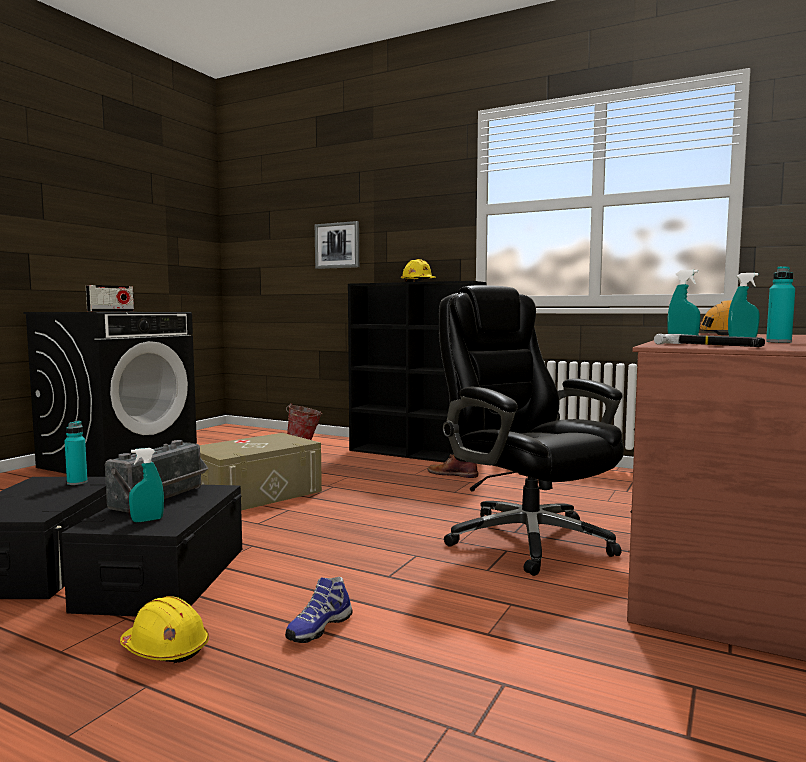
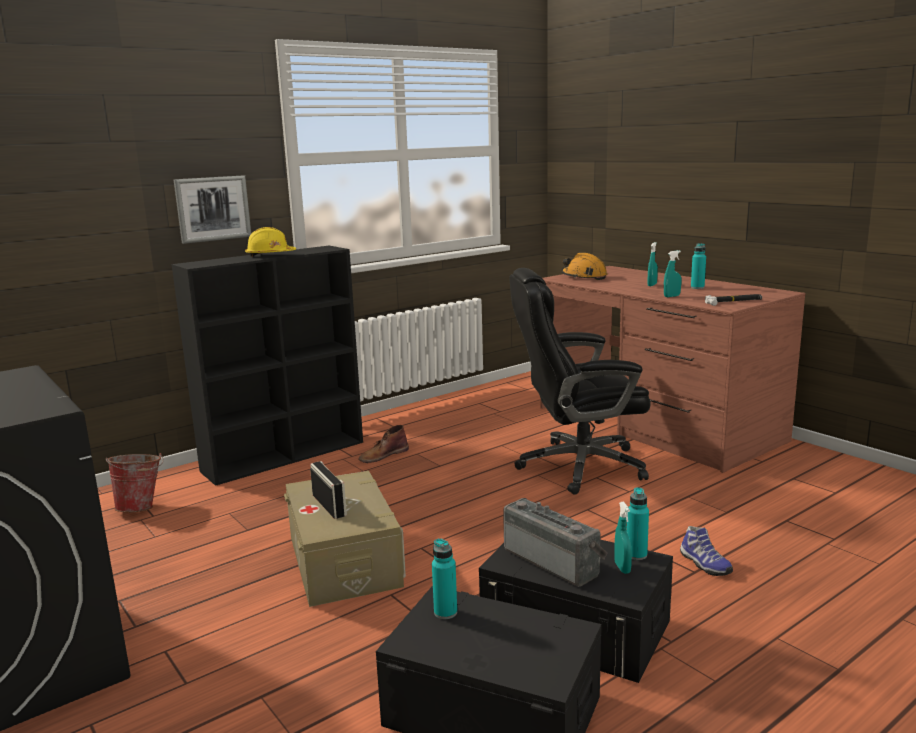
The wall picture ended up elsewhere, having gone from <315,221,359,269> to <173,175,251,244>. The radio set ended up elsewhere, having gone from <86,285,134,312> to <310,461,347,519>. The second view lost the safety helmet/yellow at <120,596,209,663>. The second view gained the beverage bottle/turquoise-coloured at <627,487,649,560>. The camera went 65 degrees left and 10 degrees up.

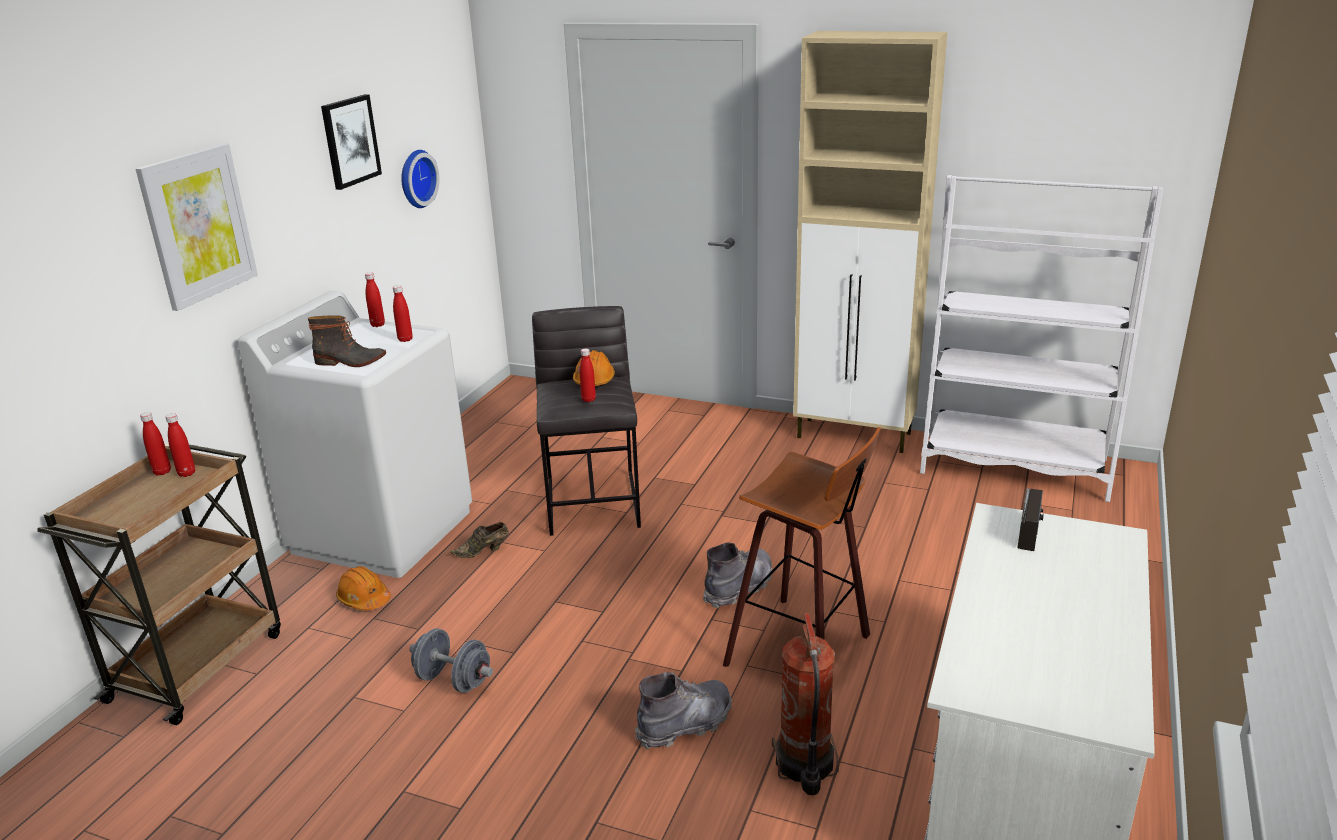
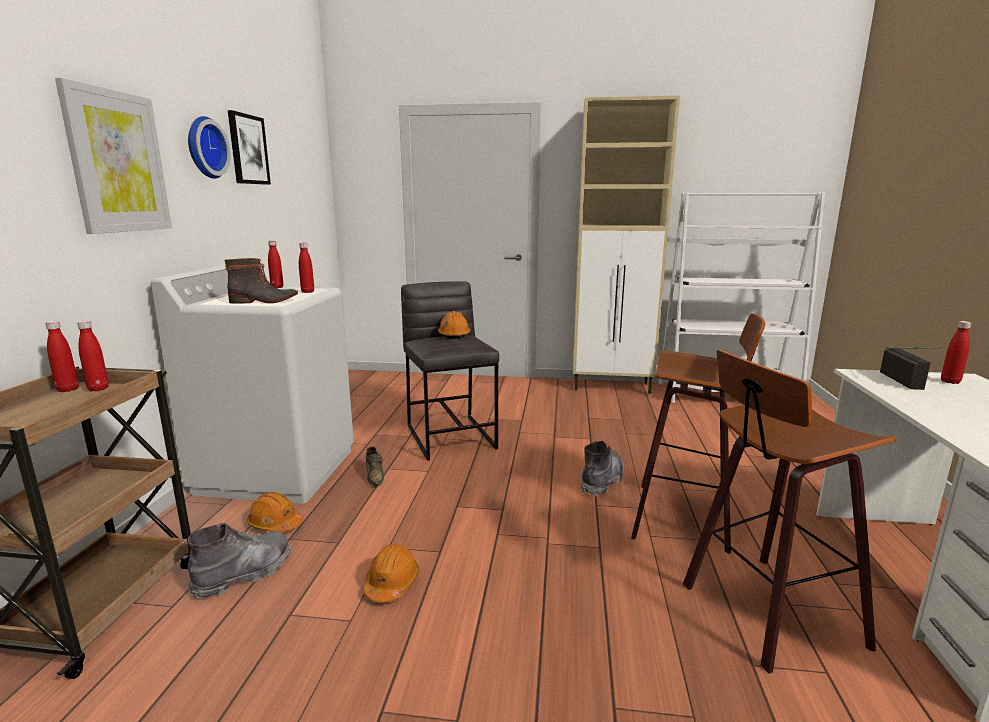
The clock on the wall ended up elsewhere, having gone from <401,150,440,208> to <188,116,230,179>. The beverage bottle/red ended up elsewhere, having gone from <580,348,596,402> to <941,321,971,384>. The shoe/brown-coloured at <450,522,509,558> ended up facing another way, 75 degrees counterclockwise from before. Where the fire-fighting cylinder stood at <772,613,839,795>, the sitting stool came to stand at <683,350,896,674>. Where the free weight/greyish stood at <409,628,493,693>, the safety helmet/orange-coloured came to stand at <363,544,419,602>. The high-top boot/greyish ended up elsewhere, having gone from <635,672,732,750> to <187,523,291,600>. The camera went 15 degrees left and 10 degrees down.

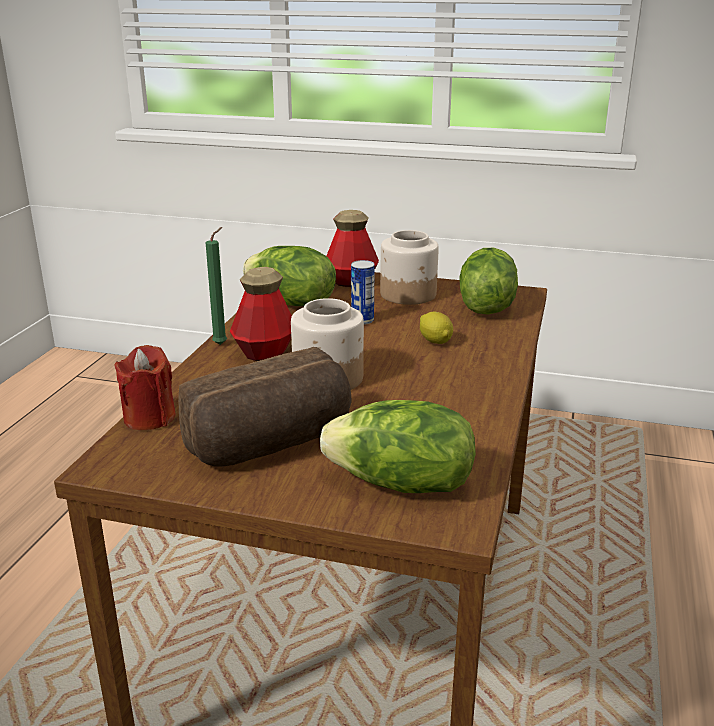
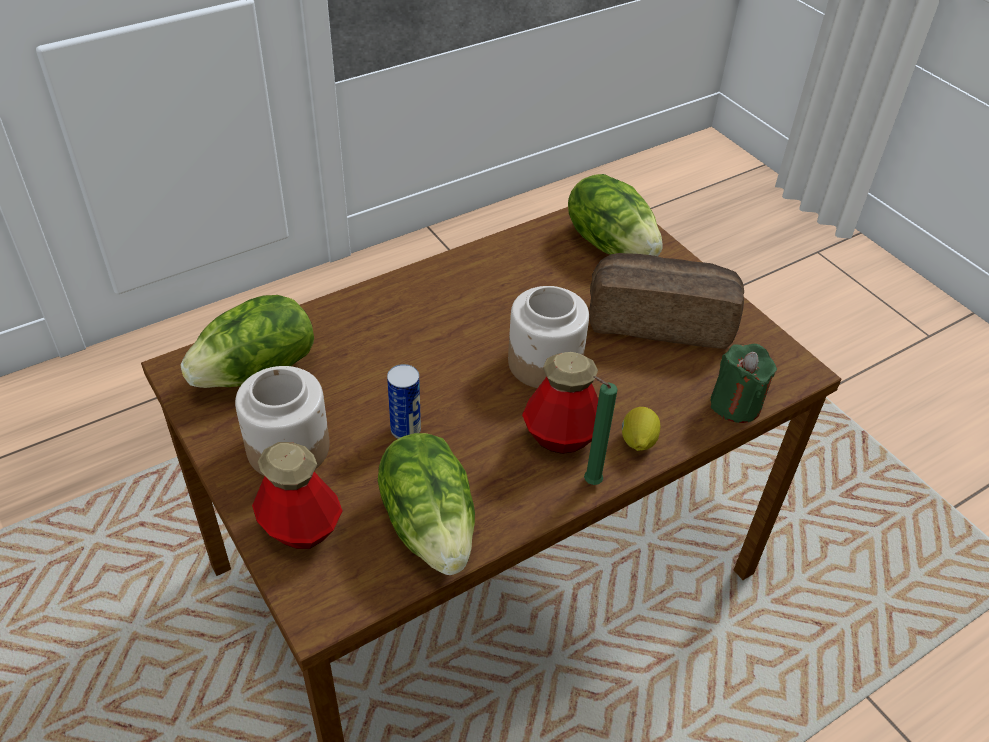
The citrus fruit ended up elsewhere, having gone from <420,312,453,344> to <622,407,660,451>. What was the candle/red at <114,345,176,430> turned into the candle/green at <710,344,777,423>. The camera went 140 degrees left and 20 degrees up.

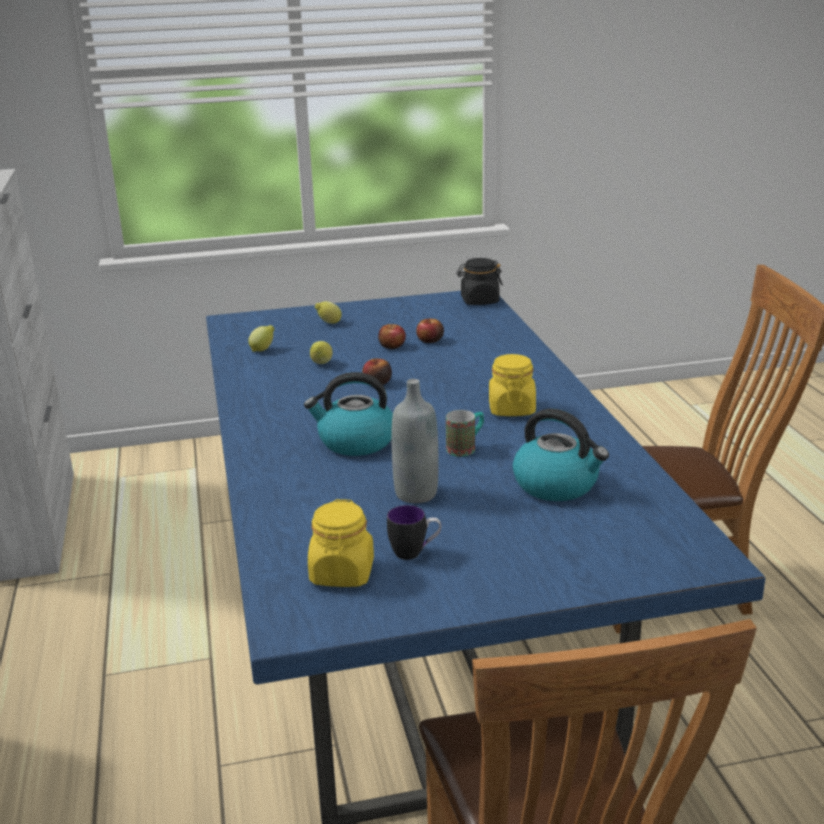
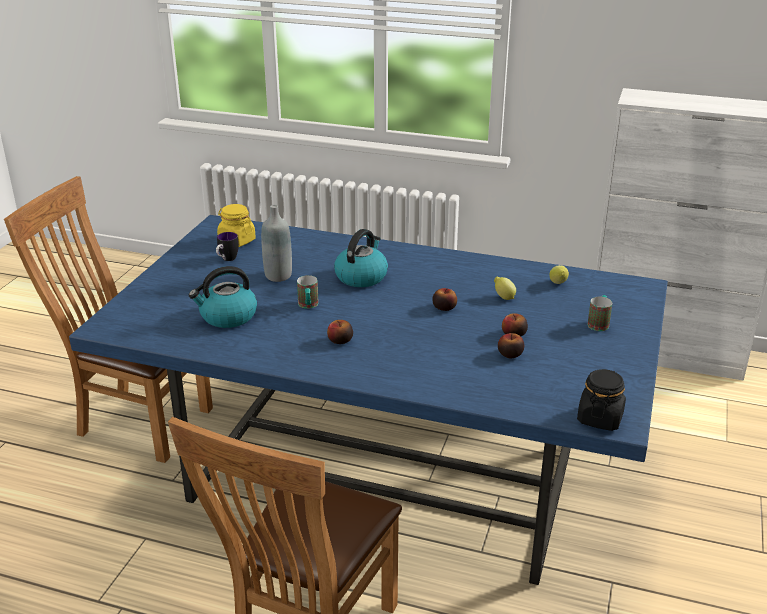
Where the citrus fruit stood at <315,301,342,324>, the coffee mug came to stand at <587,295,612,331>. Where the preserve jar/yellow stood at <489,354,536,416>, the apple came to stand at <327,320,353,344>. The camera went 120 degrees right and 5 degrees up.

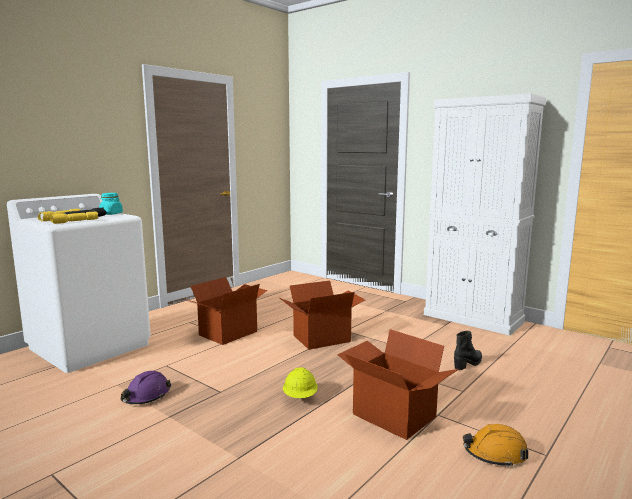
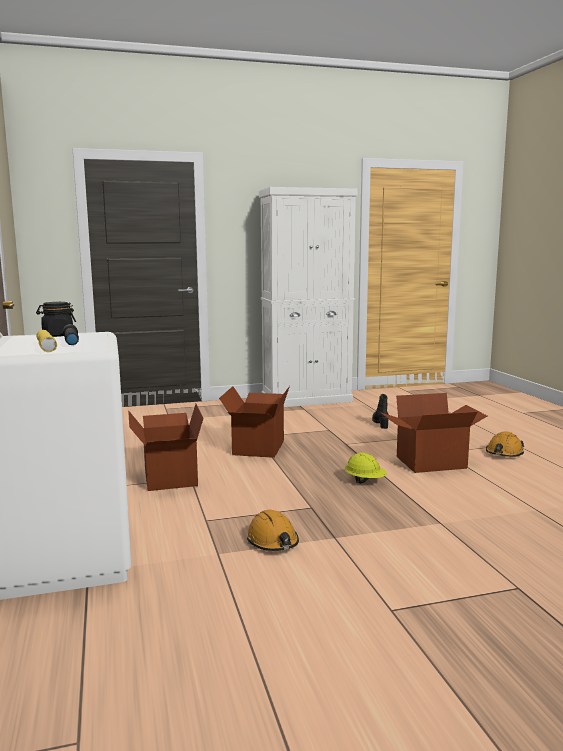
What was the preserve jar/turquoise-coloured at <99,193,123,215> turned into the preserve jar/black at <36,302,76,337>. The second view lost the flashlight/yellow at <50,212,99,224>. What was the safety helmet/purple-coloured at <121,371,171,404> turned into the safety helmet/orange-coloured at <247,510,299,551>. The camera went 55 degrees left and 0 degrees up.

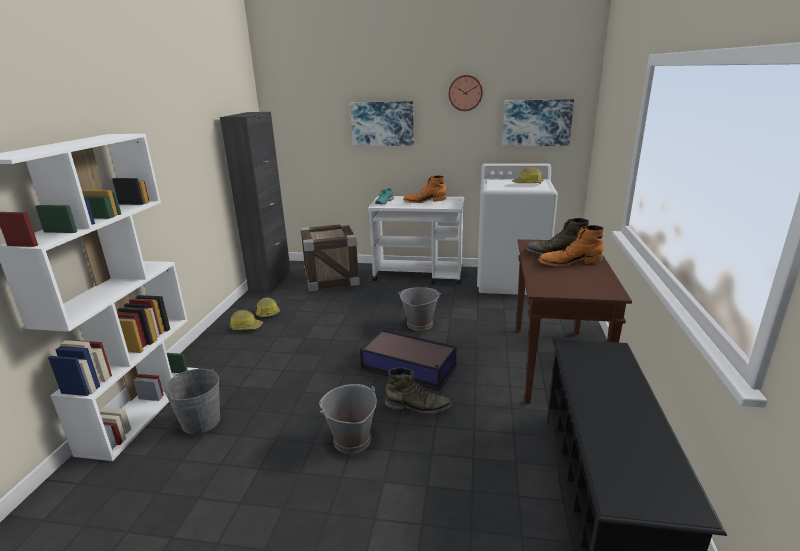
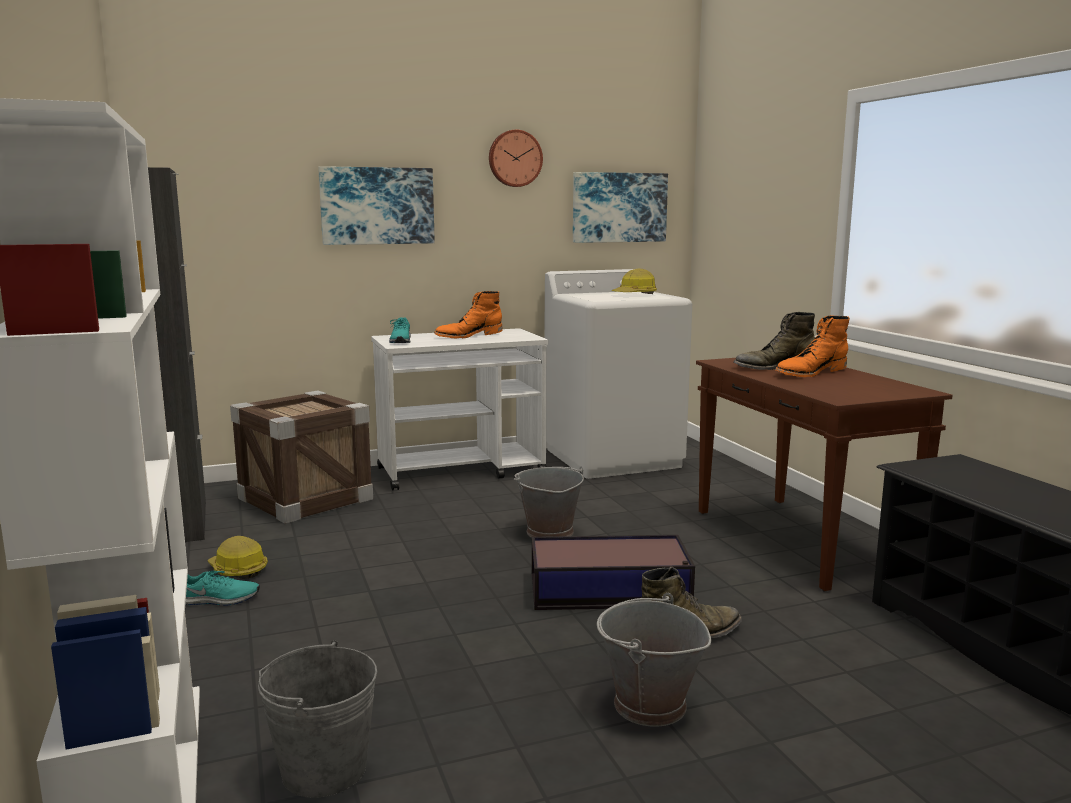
Where the safety helmet stood at <230,310,263,330>, the shoe/turquoise-coloured came to stand at <185,571,260,606>. The camera went 30 degrees left and 10 degrees down.

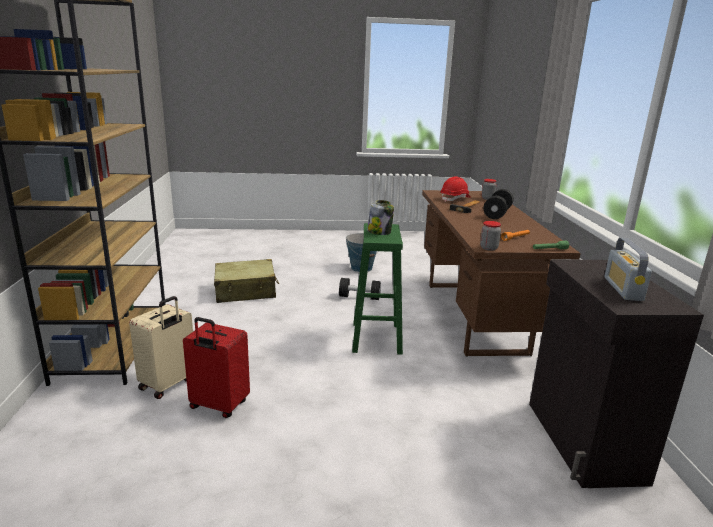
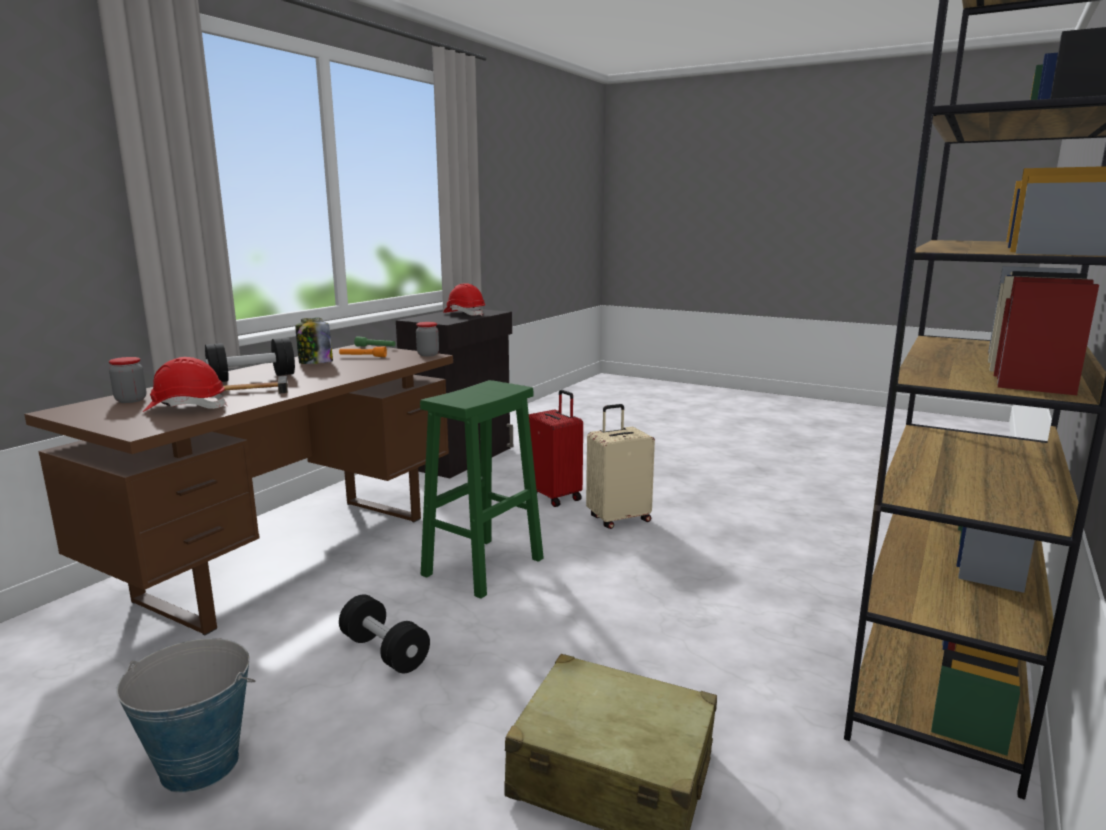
The preserve jar ended up elsewhere, having gone from <367,200,394,235> to <296,318,333,364>. Where the radio set stood at <604,238,652,301>, the safety helmet/red came to stand at <443,283,485,316>. The suitcase/beige ended up elsewhere, having gone from <129,296,193,399> to <586,404,655,529>. The suitcase/red ended up elsewhere, having gone from <183,317,250,418> to <529,390,583,507>. The camera went 145 degrees left and 5 degrees down.

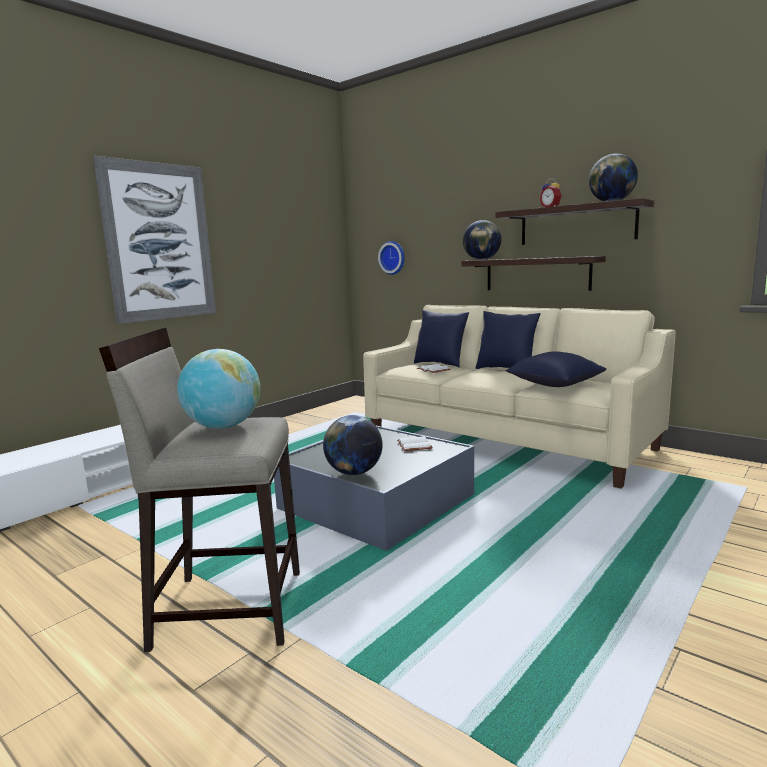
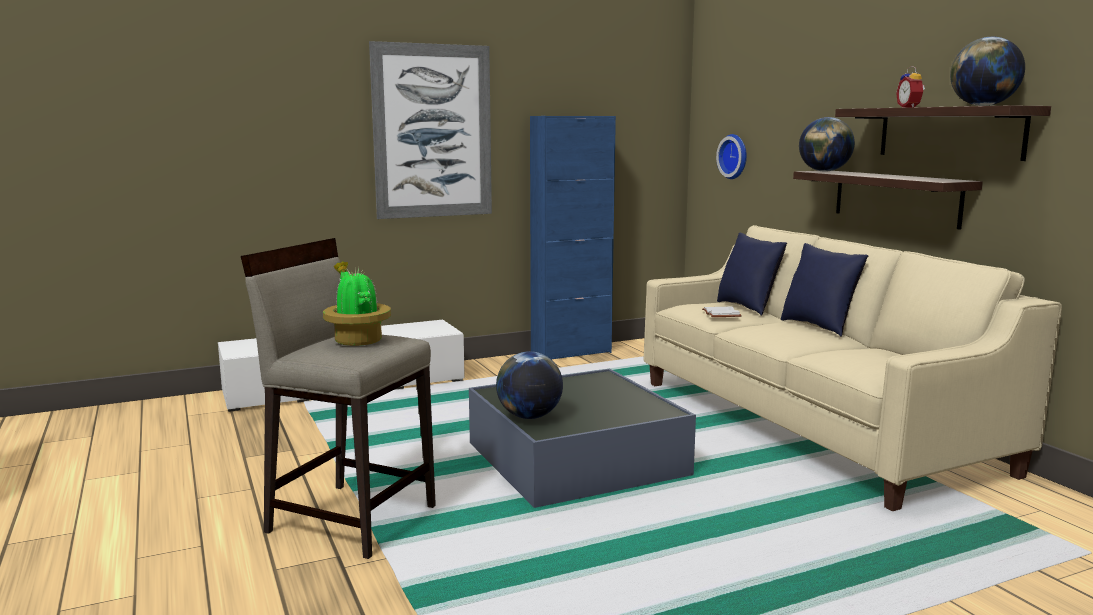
Where the globe stood at <177,349,260,429>, the potted plant came to stand at <323,261,391,346>. The second view lost the cushion/blue-coloured at <506,351,606,387>. The second view lost the volume/whitish at <397,436,433,451>. The second view gained the cabinet/blue-coloured at <530,116,616,359>. The camera went 25 degrees right and 0 degrees up.

